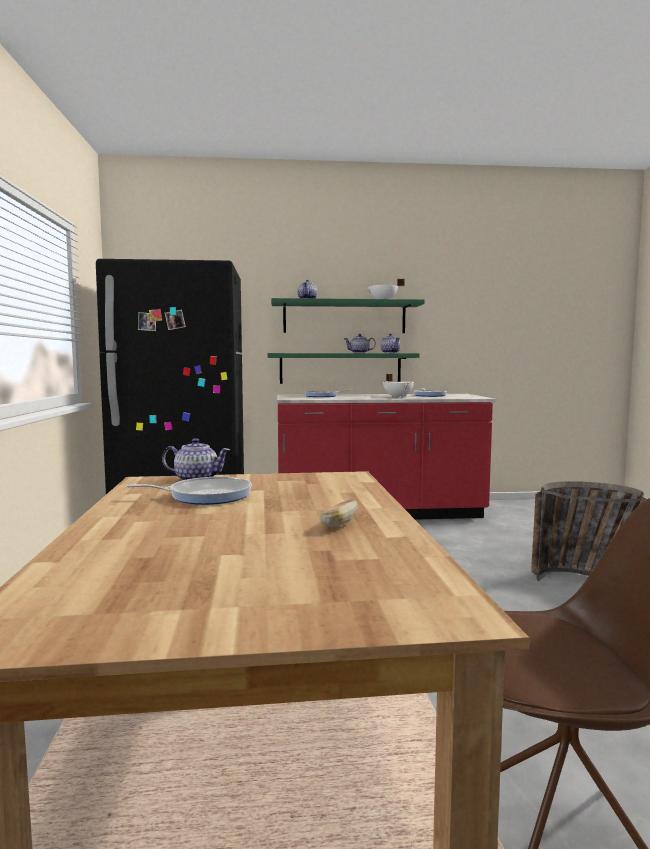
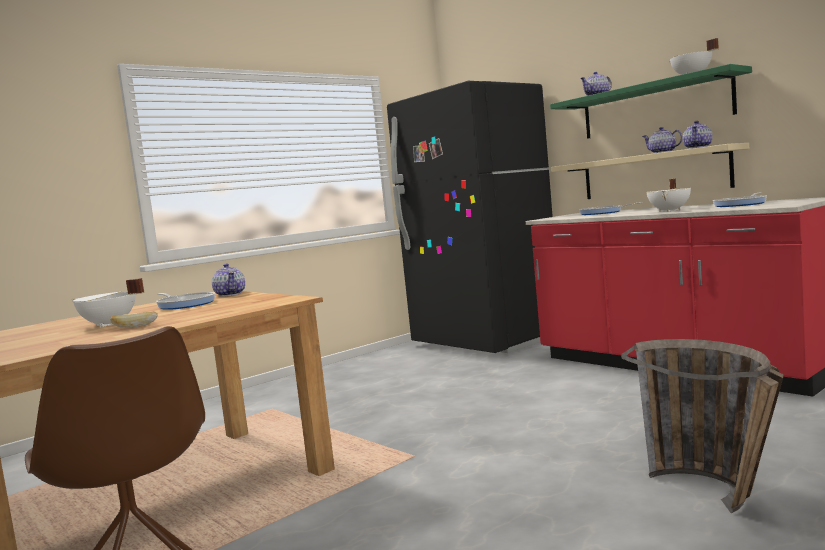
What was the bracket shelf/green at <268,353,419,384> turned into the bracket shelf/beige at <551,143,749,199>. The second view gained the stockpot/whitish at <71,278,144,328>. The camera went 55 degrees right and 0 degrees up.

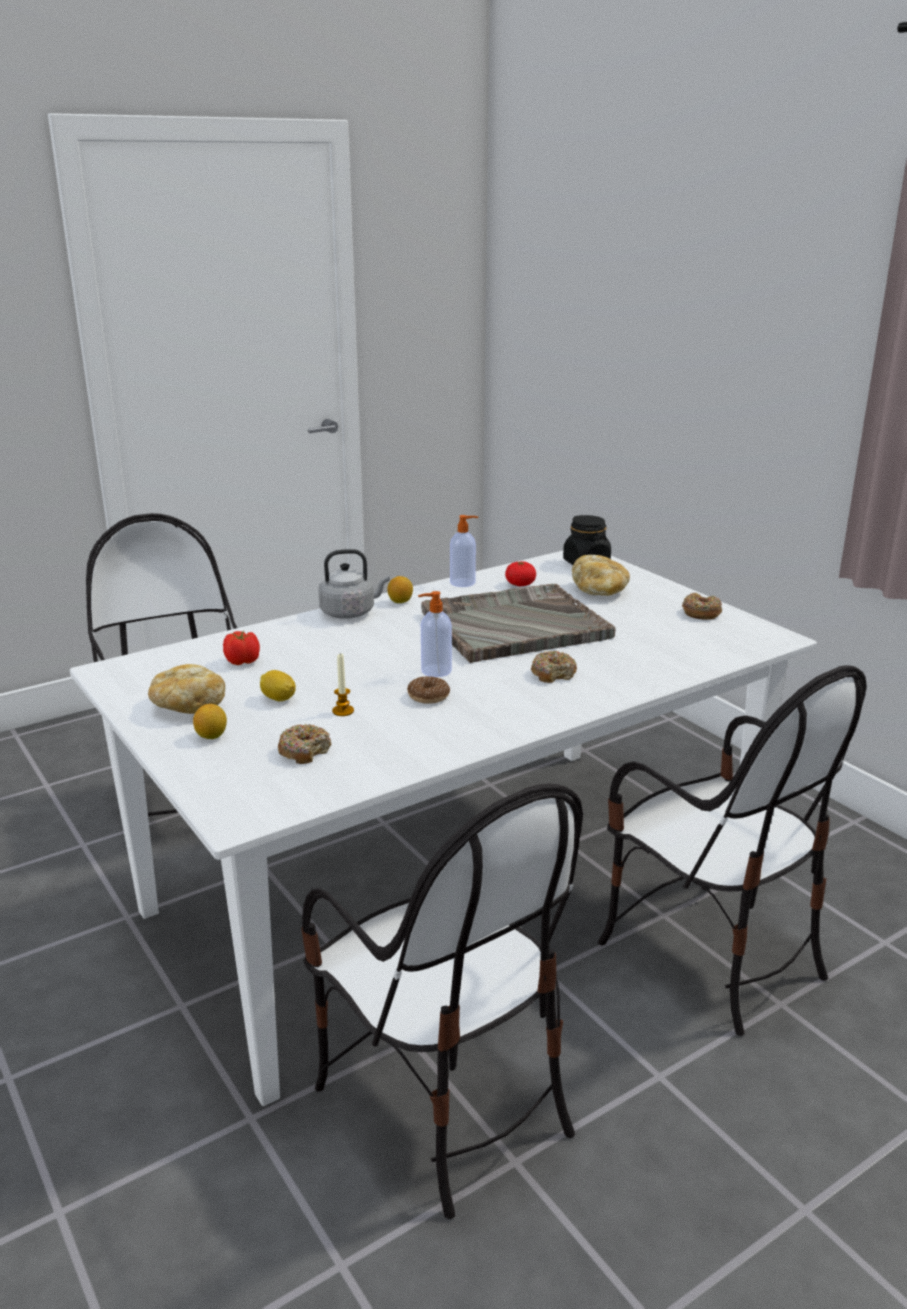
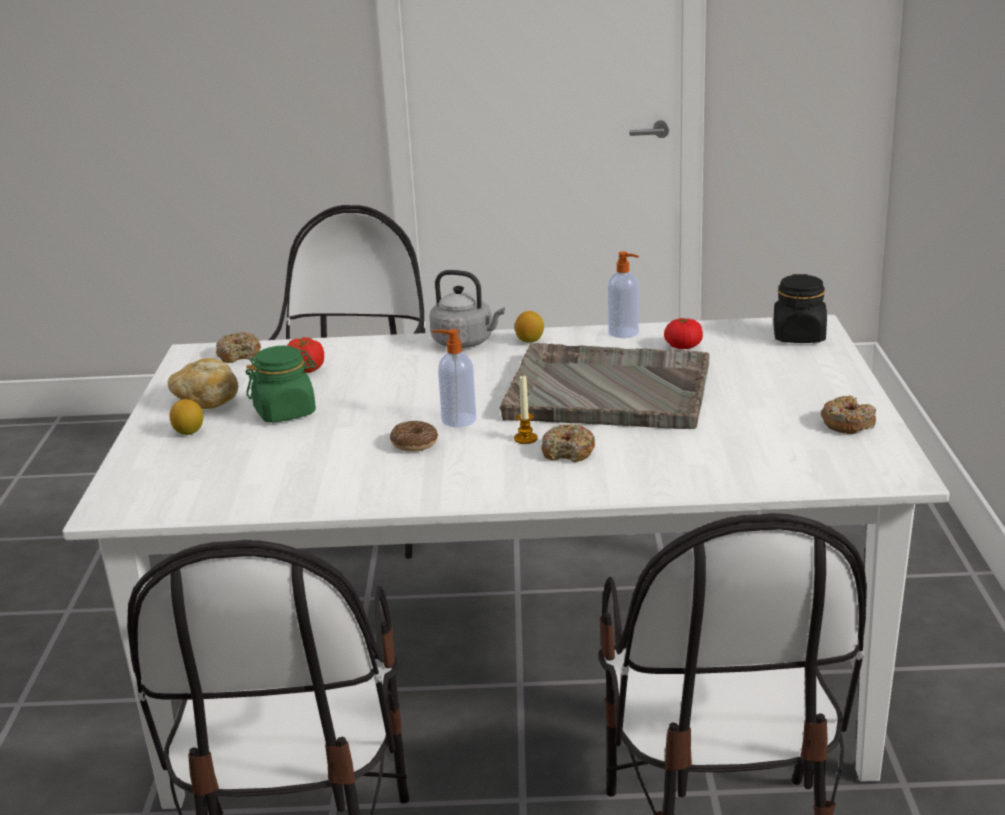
The second view lost the bread at <572,555,630,596>. The candle ended up elsewhere, having gone from <332,654,354,716> to <514,375,538,444>. Where the citrus fruit stood at <260,670,296,701>, the preserve jar/green came to stand at <246,346,317,423>. The donut ended up elsewhere, having gone from <278,724,331,764> to <216,332,261,363>. The camera went 35 degrees right and 0 degrees up.

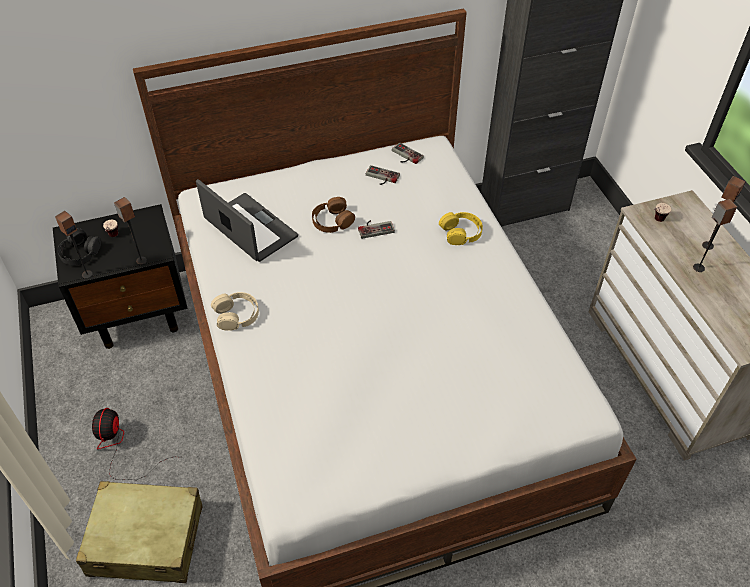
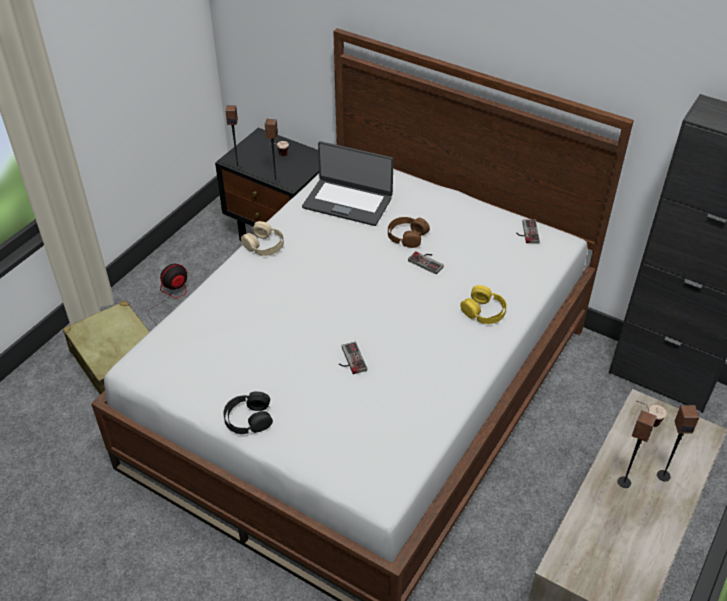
The game controller ended up elsewhere, having gone from <366,165,400,185> to <339,342,367,374>. The laptop at <196,179,298,262> ended up facing another way, 105 degrees clockwise from before. The headset/black ended up elsewhere, having gone from <57,228,101,265> to <223,392,273,434>. The camera went 50 degrees right and 5 degrees down.

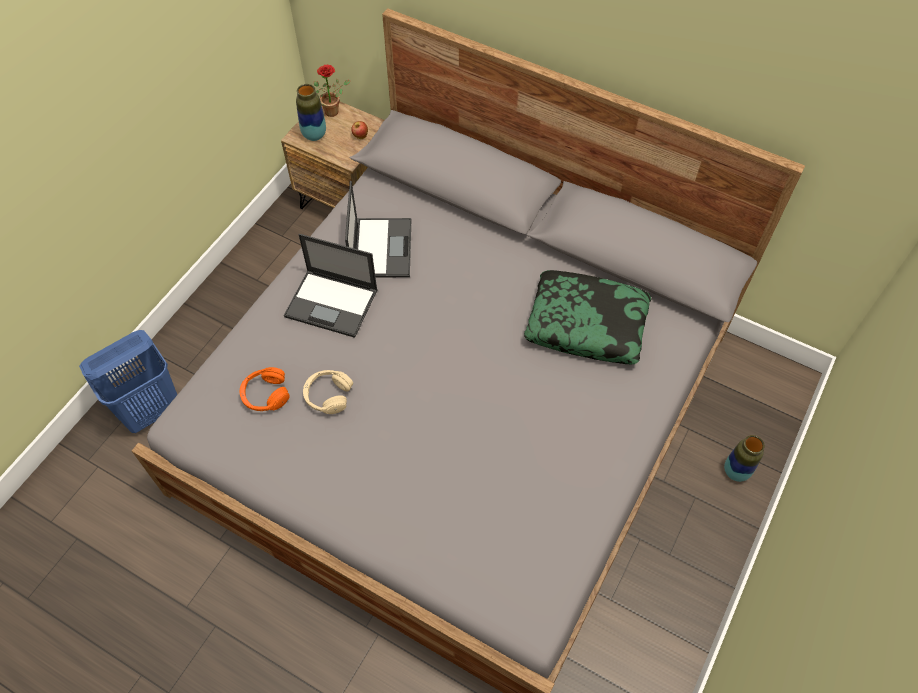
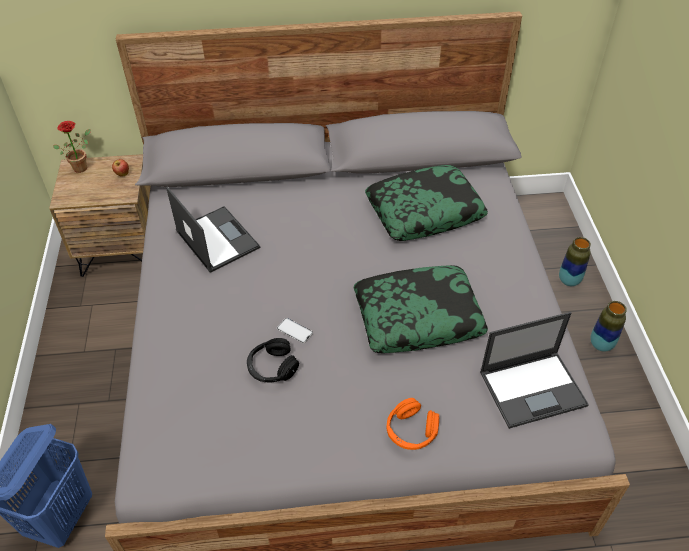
The flower vase ended up elsewhere, having gone from <296,84,326,141> to <590,301,627,352>. The laptop ended up elsewhere, having gone from <284,234,378,338> to <480,312,589,429>. The headset/orange-coloured ended up elsewhere, having gone from <240,367,290,411> to <387,398,439,450>. What was the headset/beige at <303,370,353,414> turned into the headset/black at <247,338,299,383>. The second view gained the cushion at <354,265,488,353>. The second view gained the handset at <277,318,313,343>. The camera went 35 degrees left and 10 degrees down.

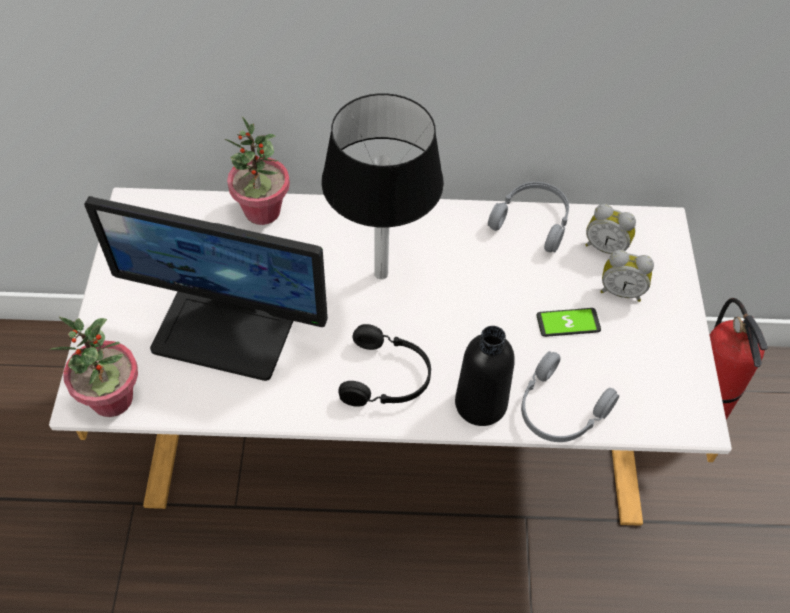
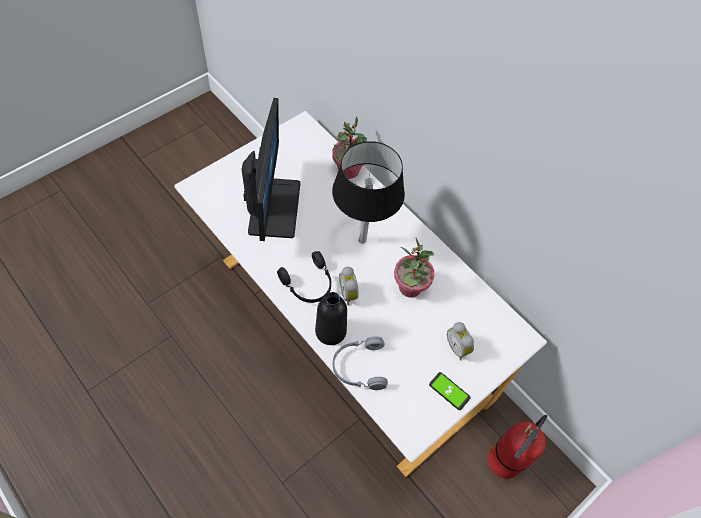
The second view lost the headset/greyish at <488,182,569,252>. The computer screen at <84,196,328,381> ended up facing another way, 150 degrees counterclockwise from before. The bedside clock ended up elsewhere, having gone from <586,204,636,254> to <339,267,359,305>. The handset ended up elsewhere, having gone from <537,308,601,337> to <429,372,471,410>. The potted plant ended up elsewhere, having gone from <49,317,138,417> to <394,238,435,297>. The camera went 45 degrees right and 5 degrees up.

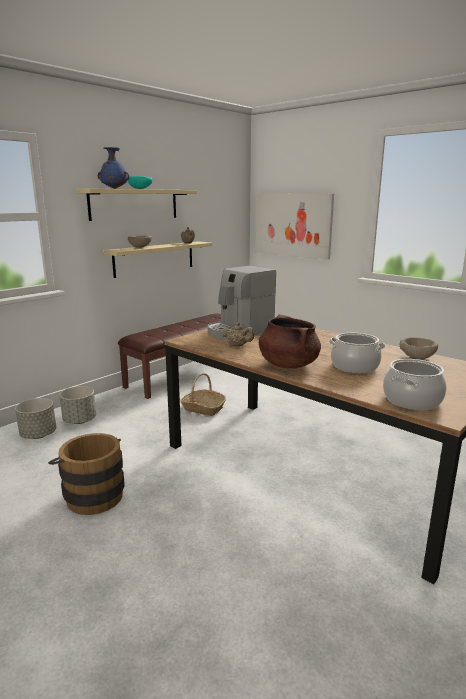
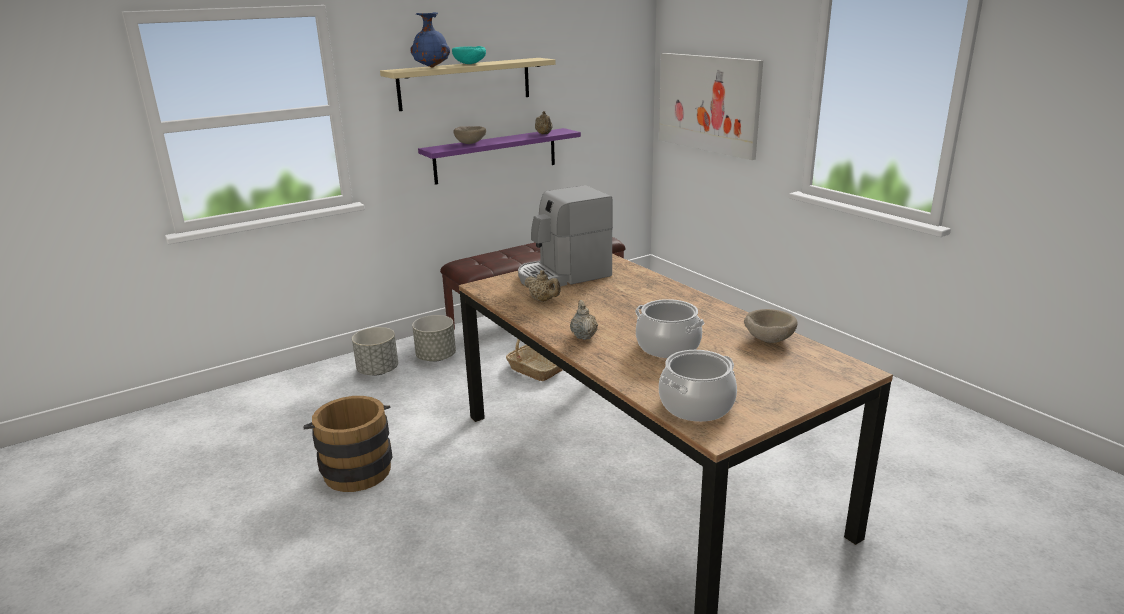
What was the bracket shelf/beige at <102,241,212,278> turned into the bracket shelf/purple-coloured at <418,128,581,185>. Where the stockpot/brown-coloured stood at <259,314,321,368>, the pot for tea/beige came to stand at <570,300,598,340>. The planter/greyish ended up elsewhere, having gone from <15,398,56,439> to <412,315,456,362>. The camera went 15 degrees right and 5 degrees up.

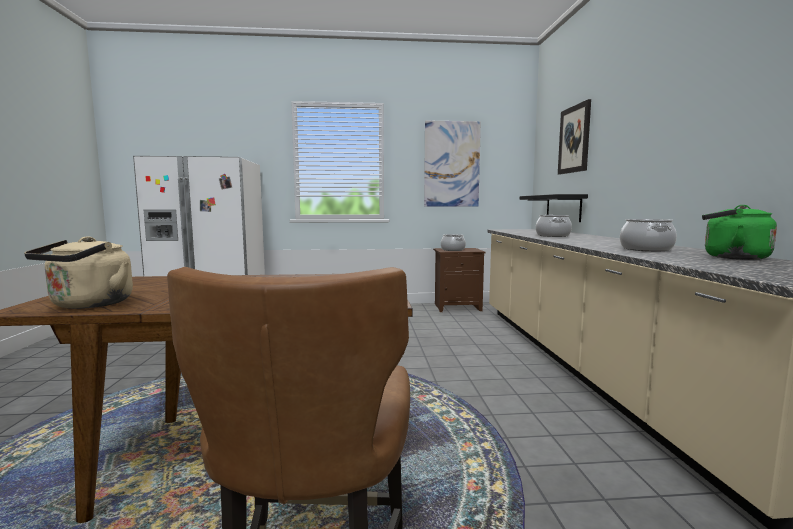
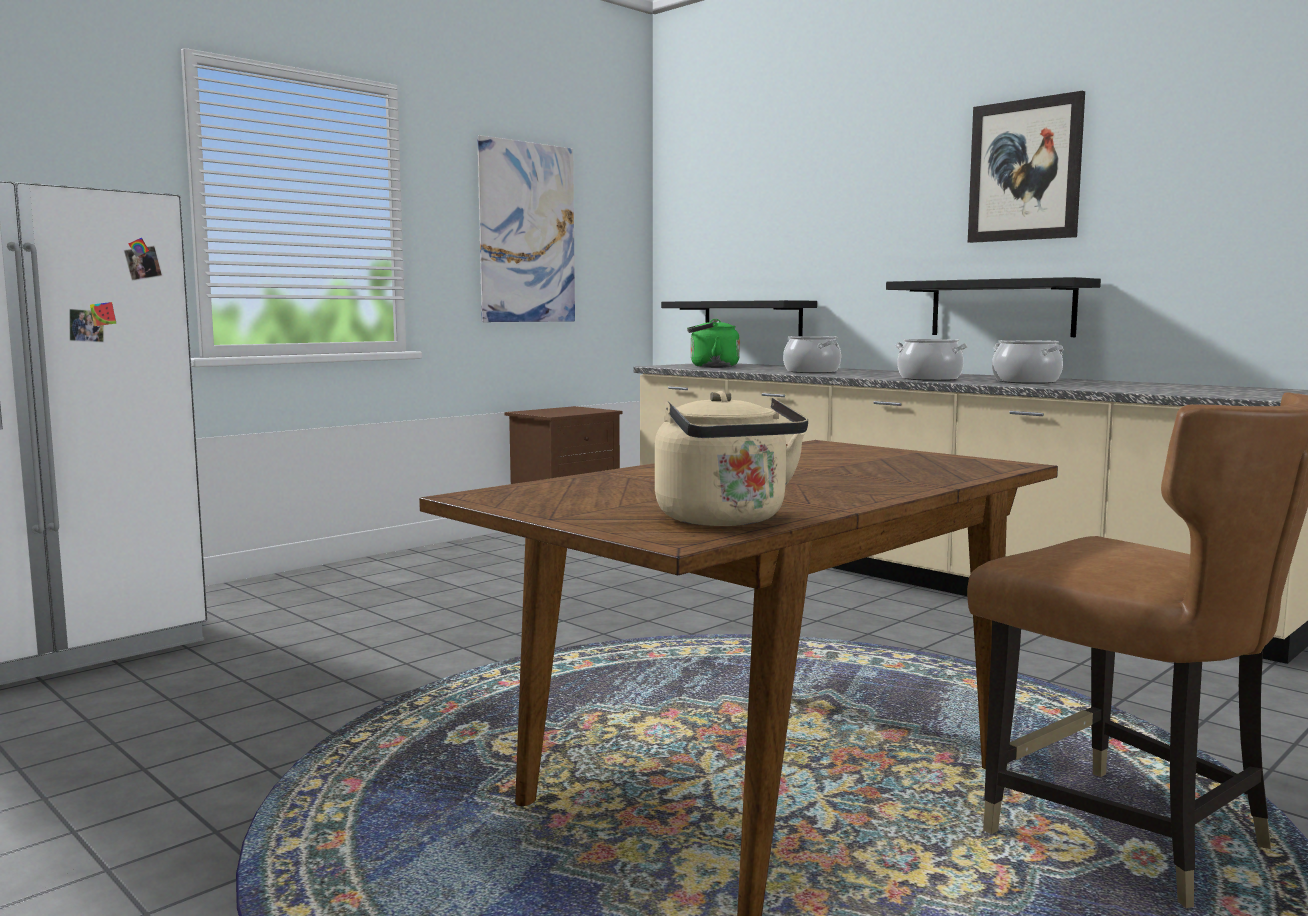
The wall picture ended up elsewhere, having gone from <558,99,591,175> to <968,91,1085,243>. The kettle/green ended up elsewhere, having gone from <702,205,777,260> to <687,319,740,368>. The stockpot ended up elsewhere, having gone from <441,234,466,251> to <895,339,968,381>. The second view gained the bracket shelf/black at <886,277,1101,337>. The camera went 40 degrees left and 0 degrees up.

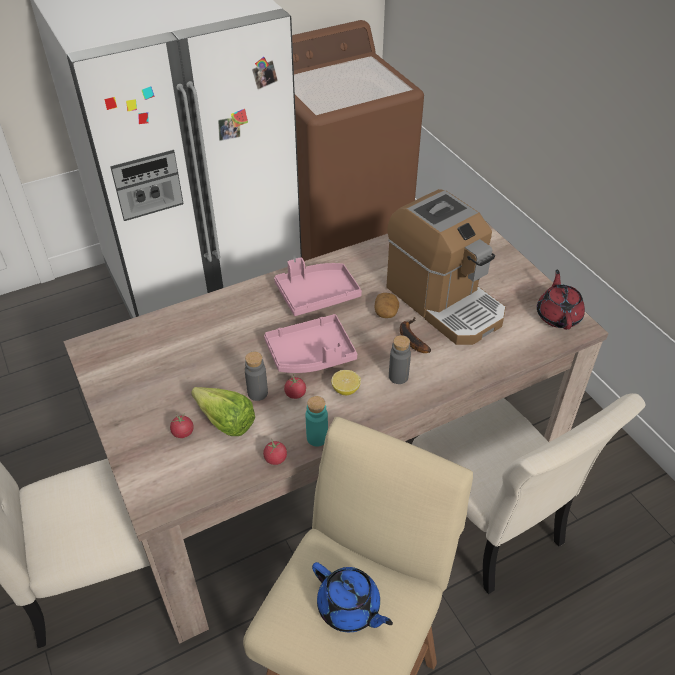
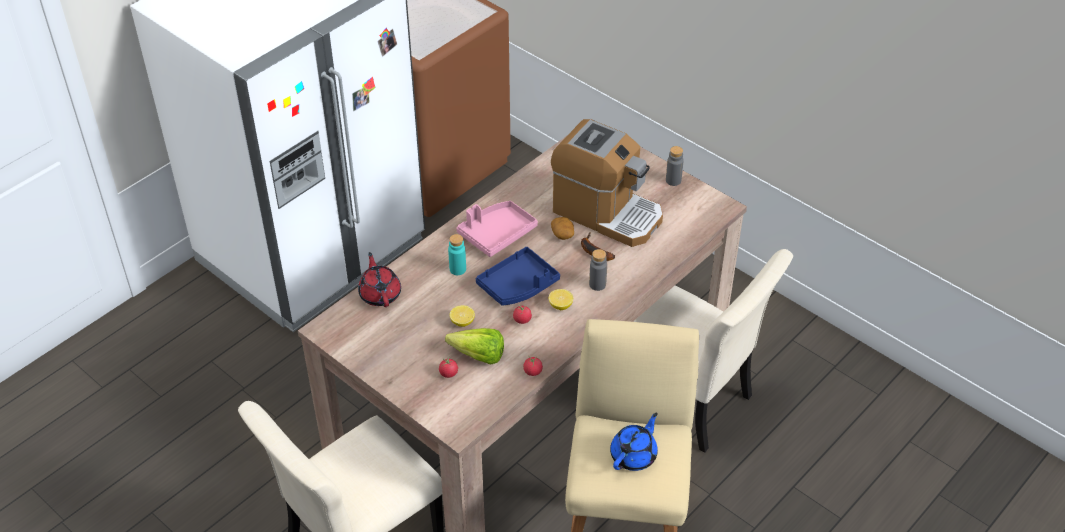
The pot for tea/red ended up elsewhere, having gone from <537,270,585,330> to <358,252,401,307>. What was the serving tray/pinkish at <264,314,357,373> turned into the serving tray/blue-coloured at <476,247,560,306>. The beverage bottle/greyish ended up elsewhere, having gone from <245,352,268,401> to <666,146,684,186>. The beverage bottle/turquoise-coloured ended up elsewhere, having gone from <306,396,328,446> to <448,234,466,275>. The pot for tea/blue-coloured at <312,562,393,632> ended up facing another way, 75 degrees counterclockwise from before. The second view gained the citrus fruit at <450,305,475,327>. The camera went 20 degrees left and 0 degrees up.

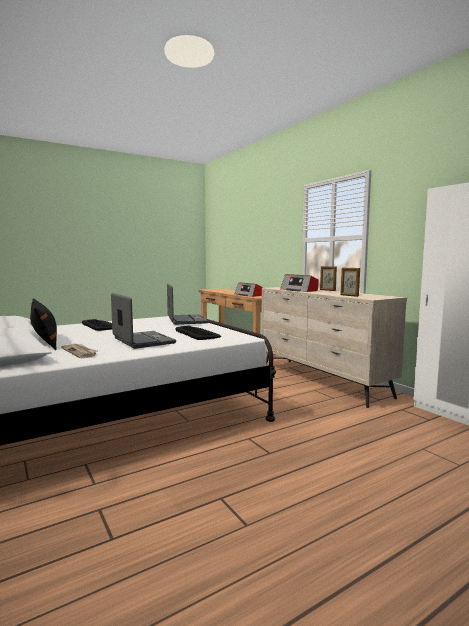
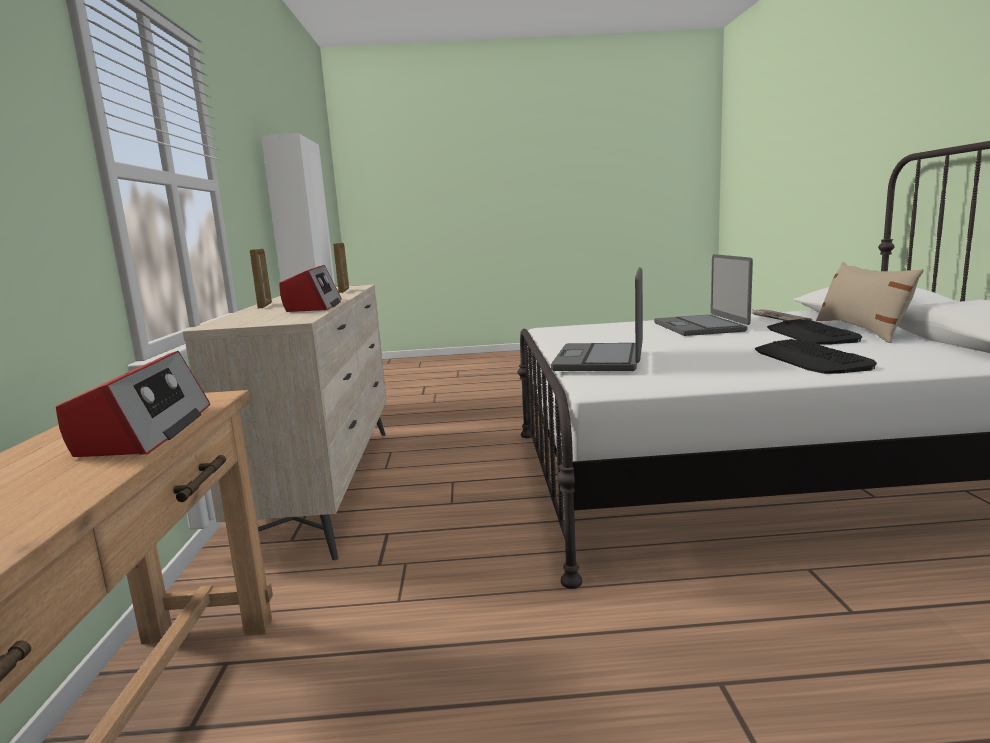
What was the cushion/black at <30,298,57,350> turned into the cushion/beige at <816,262,924,343>. The computer keyboard ended up elsewhere, having gone from <175,326,221,340> to <767,319,862,345>. The camera went 150 degrees left and 5 degrees up.

